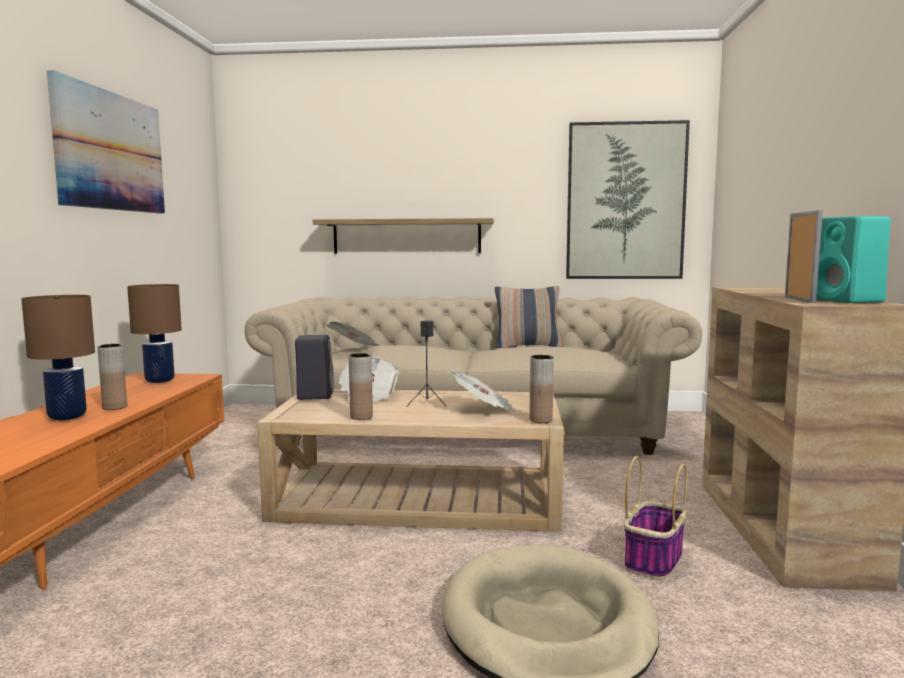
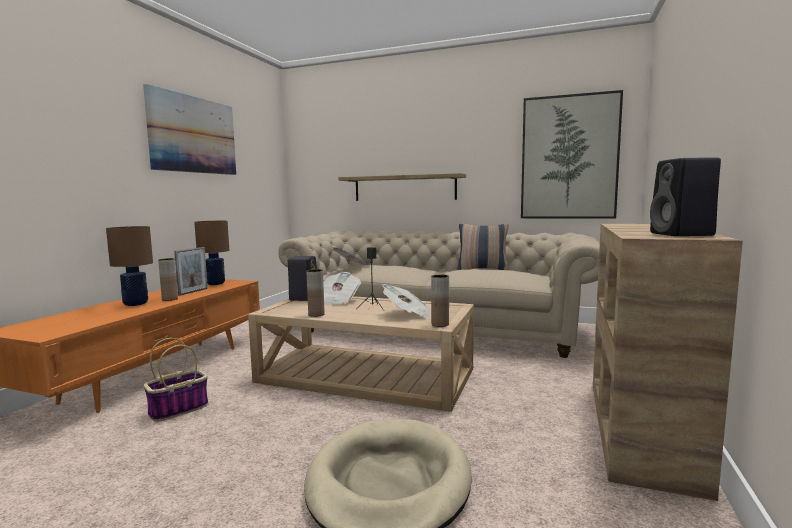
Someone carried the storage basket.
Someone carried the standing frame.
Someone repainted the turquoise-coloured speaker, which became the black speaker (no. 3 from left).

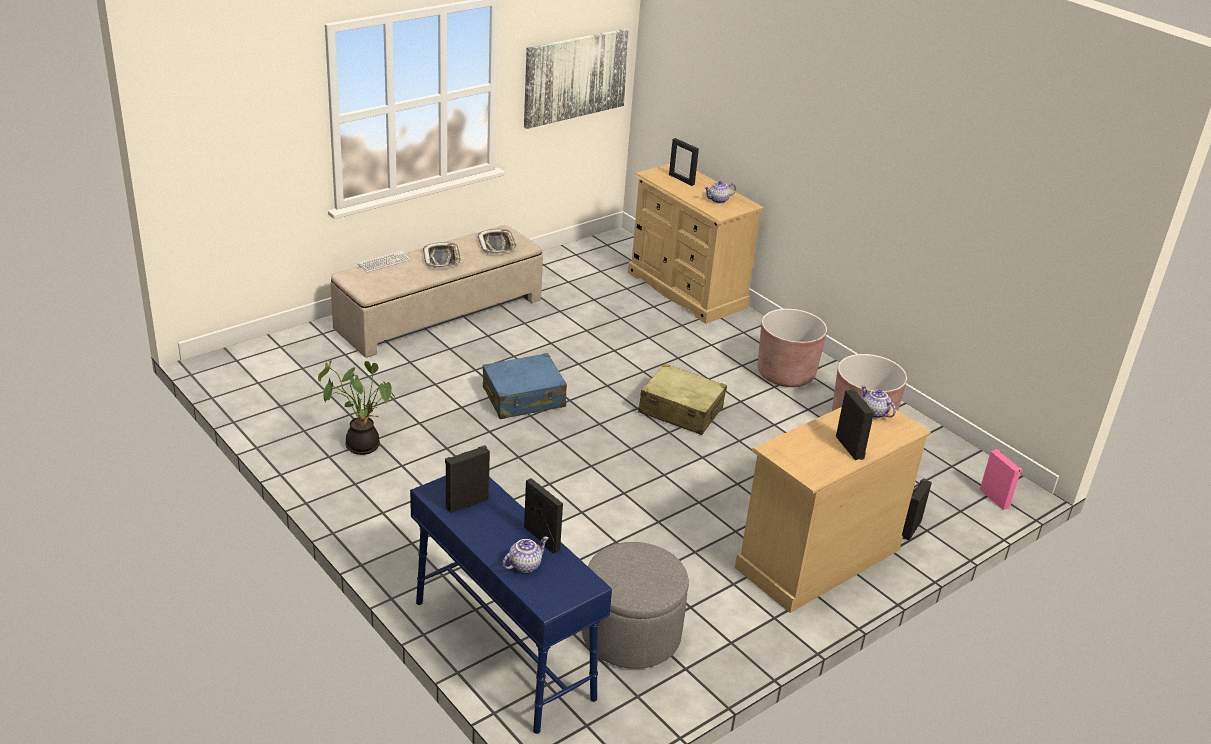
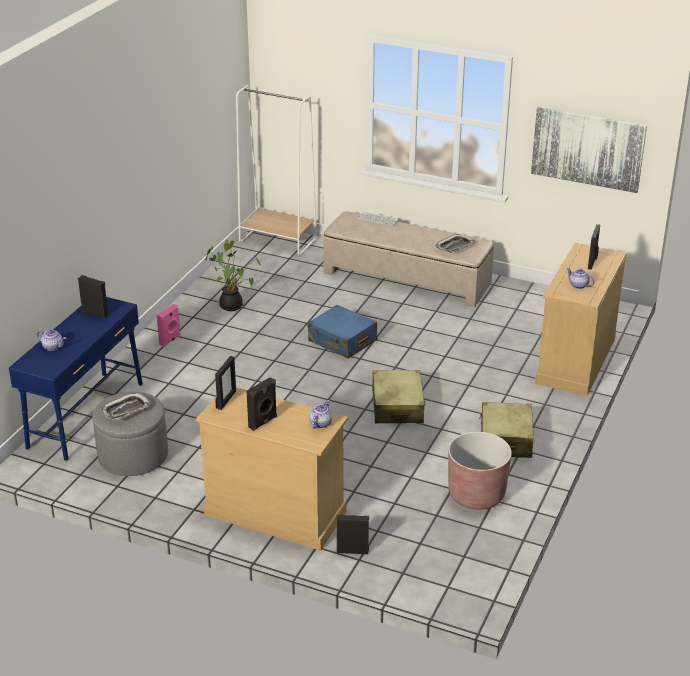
Someone put down the clothes rack.
Someone carried the carrying tray (no. 1 from left).
Someone carried the standing frame (no. 1 from left).
Someone carried the pink-coloured speaker.
Someone swapped the brown-coloured plant pot (no. 1 from left) for the sand-coloured suitcase (no. 2 from left).

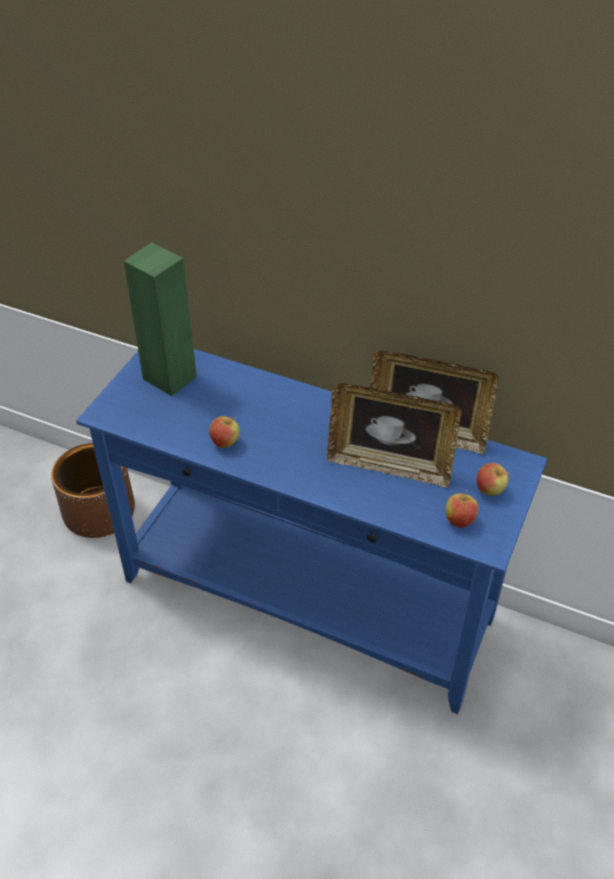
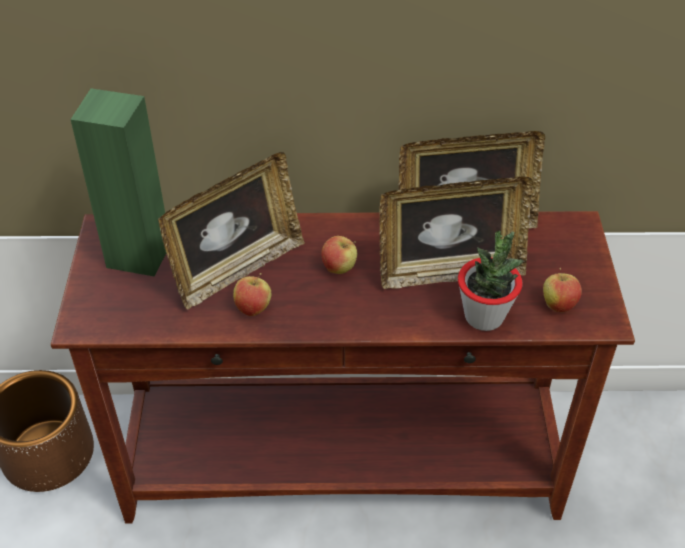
Someone put down the standing frame (no. 1 from left).
Someone put down the plant in a pot.
Someone carried the apple (no. 3 from left in the first image).
Someone repainted the bluish console table, which became the brown-coloured console table.

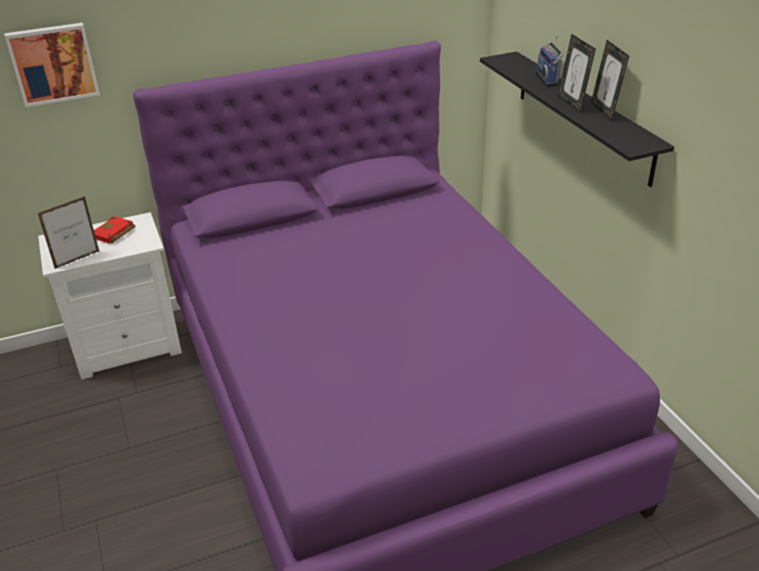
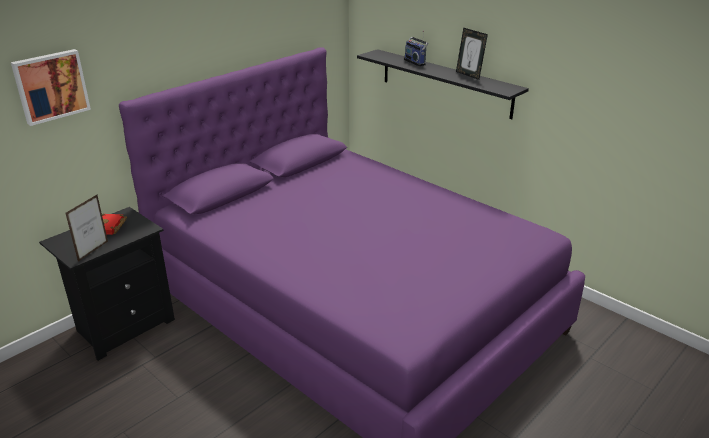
Someone took away the standing frame (no. 2 from left).
Someone repainted the white nightstand, which became the black nightstand.

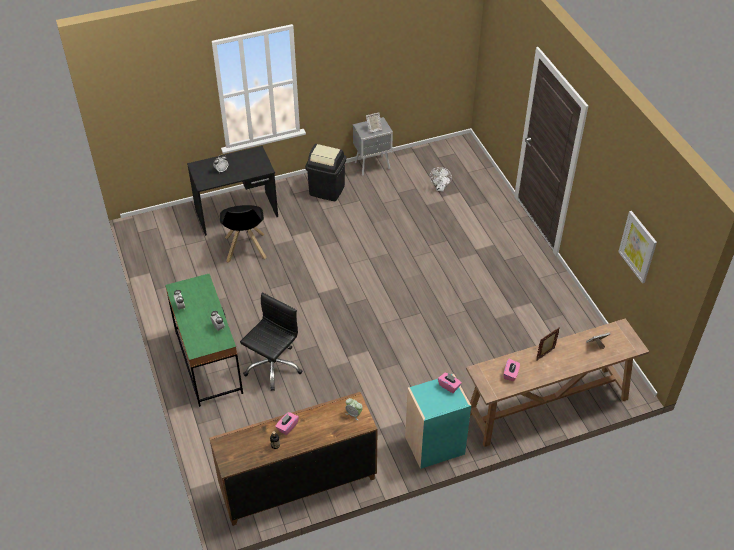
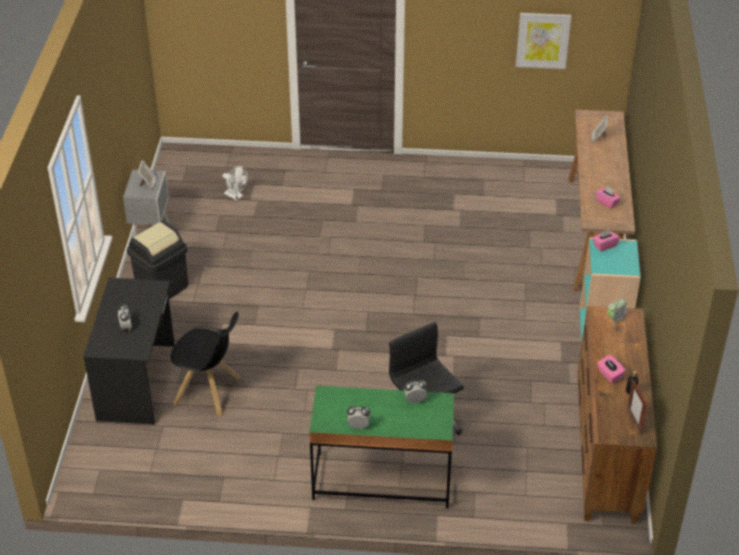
Someone carried the standing frame (no. 2 from left in the first image).

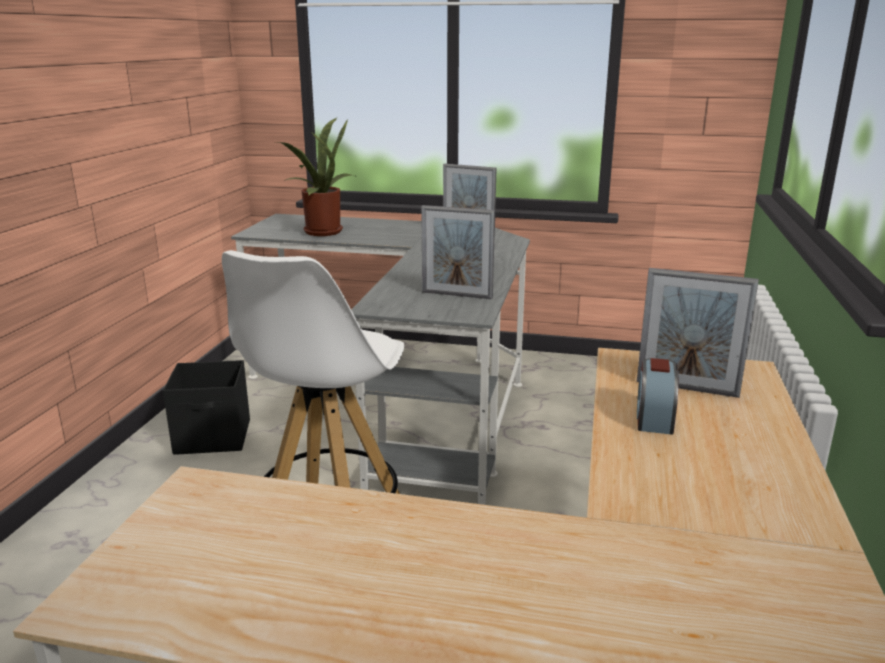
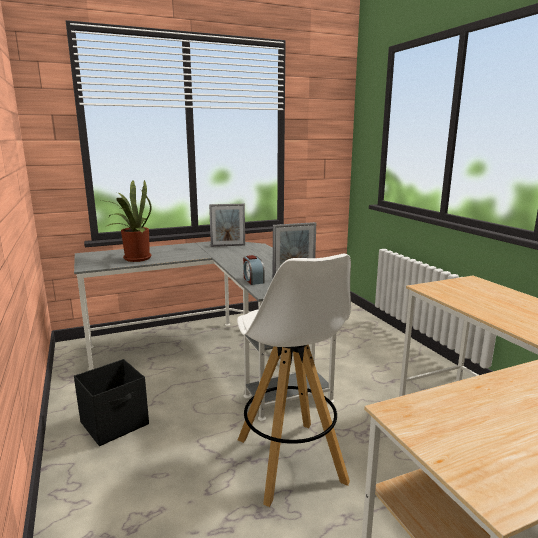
Someone took away the standing frame (no. 3 from left).
Someone carried the alarm clock.

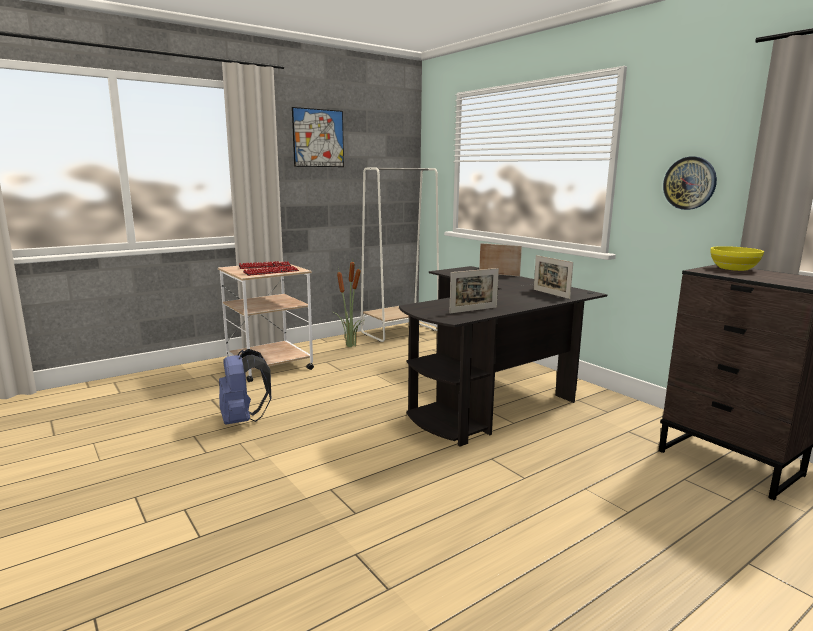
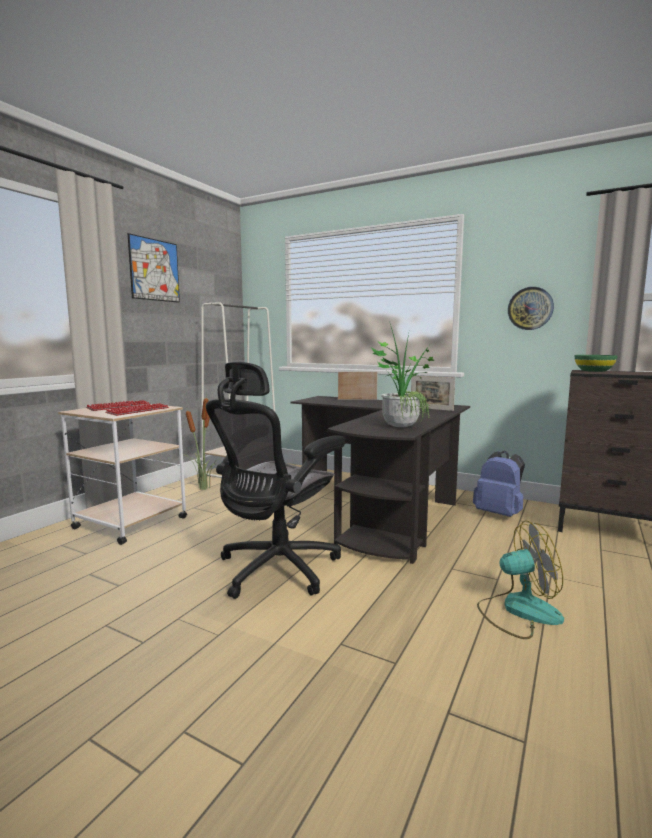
Someone put down the office chair.
Someone put down the cooling fan.
Someone carried the bluish rucksack.
Someone swapped the standing frame (no. 1 from left) for the plant in a pot (no. 2 from left).
Someone repainted the yellow bowl, which became the green bowl.

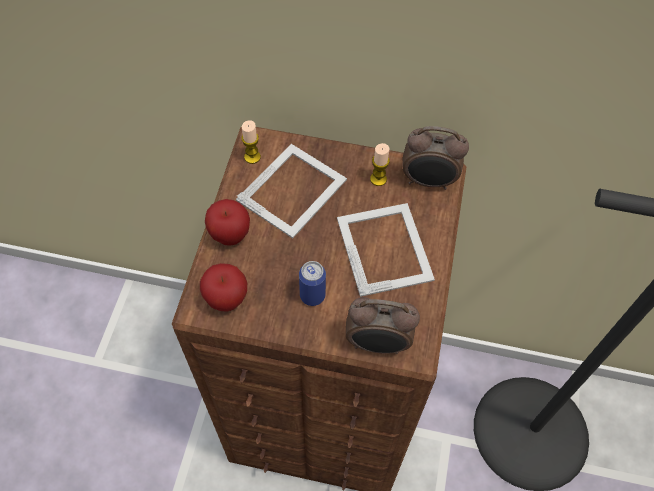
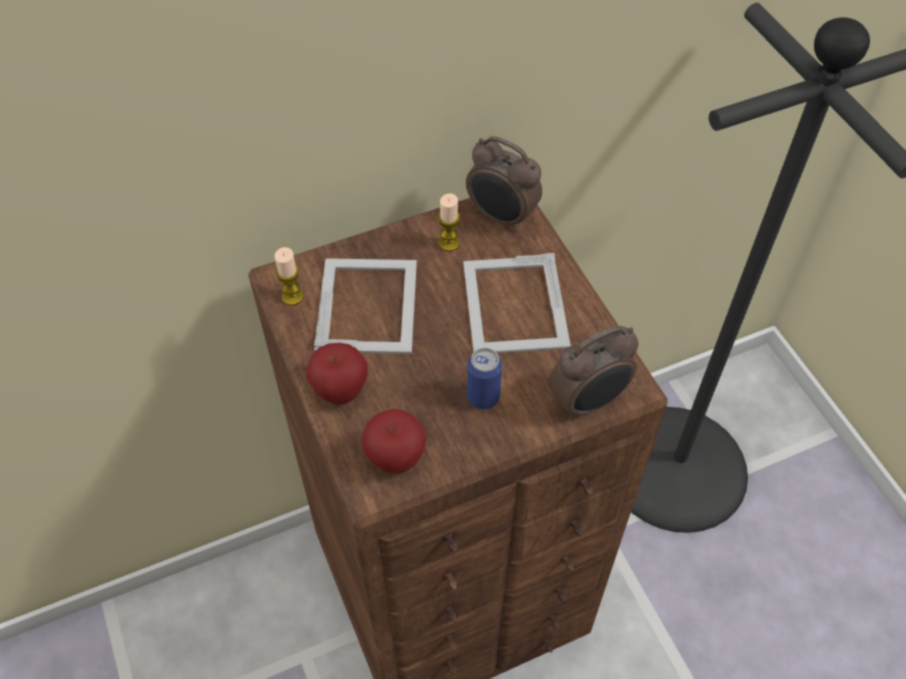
Someone rotated the standing frame (no. 2 from left) by 135 degrees counterclockwise.
Someone rotated the alarm clock (no. 2 from left in the first image) by 60 degrees clockwise.

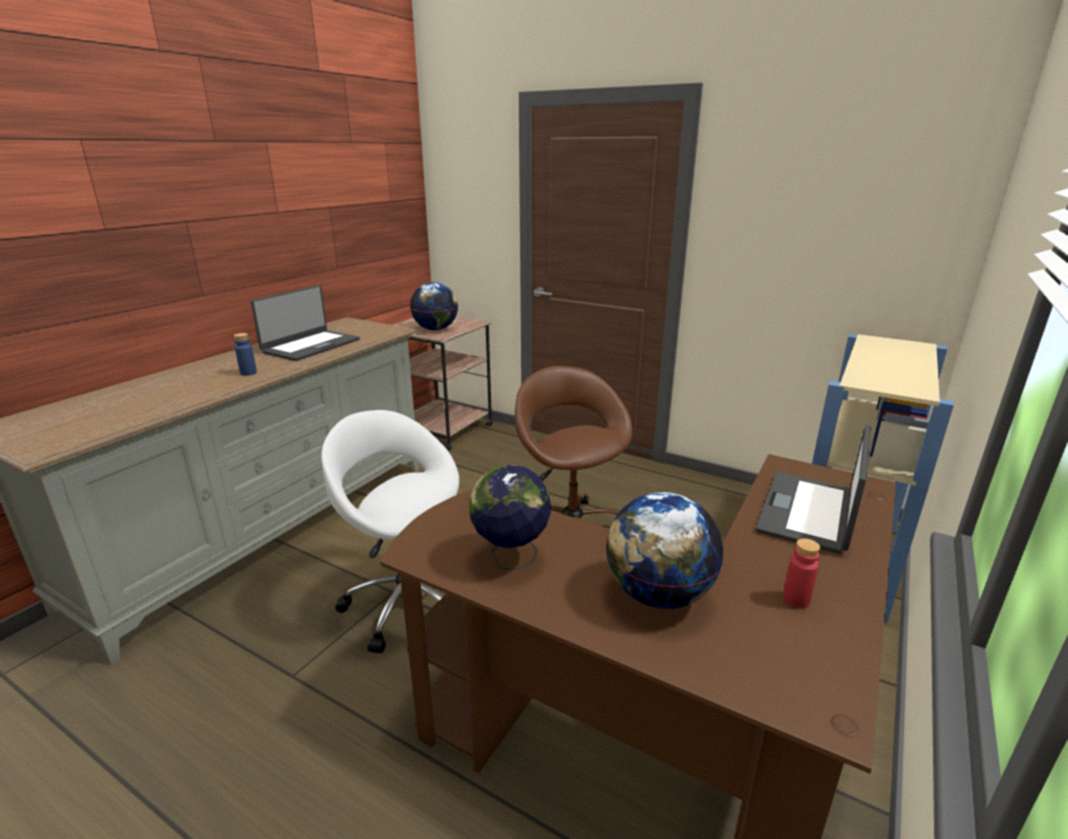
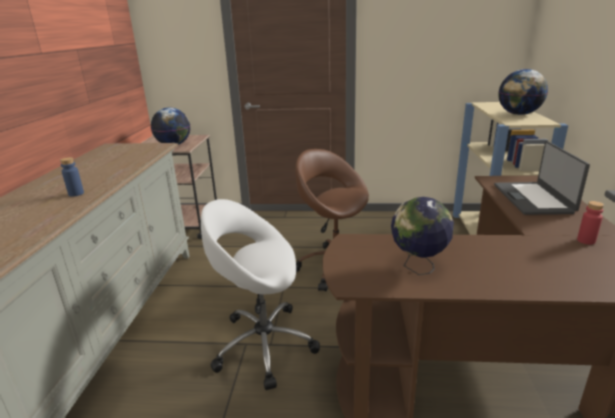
Someone took away the laptop (no. 1 from left).
Someone carried the globe (no. 3 from left).

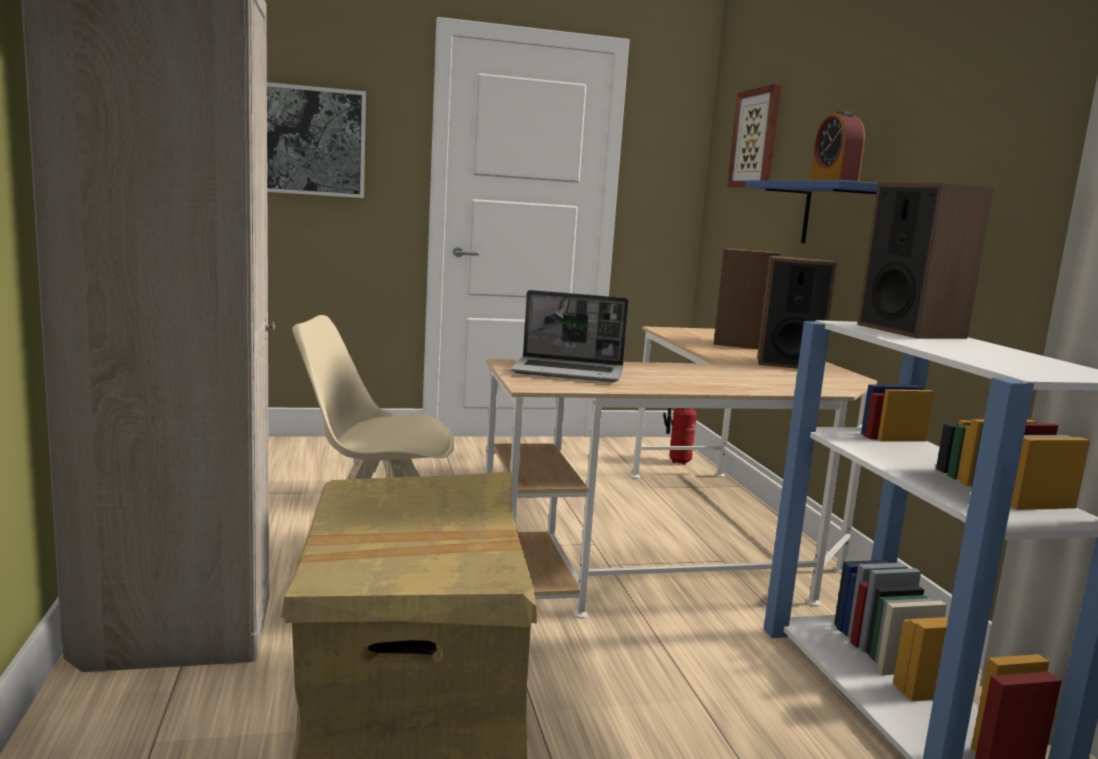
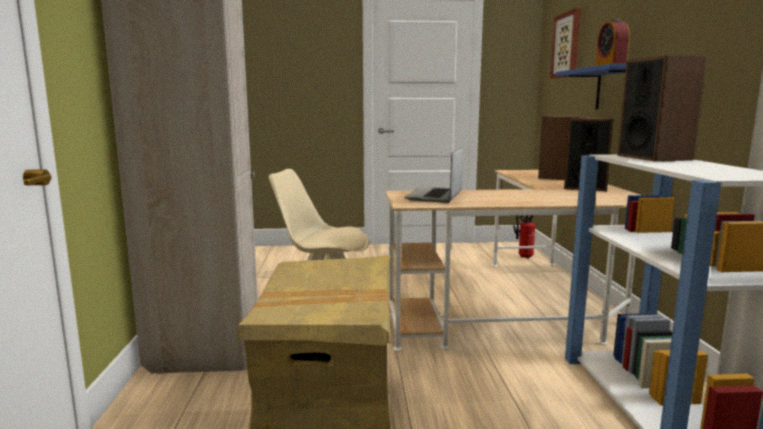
Someone took away the wall art (no. 1 from left).
Someone rotated the laptop by 90 degrees clockwise.

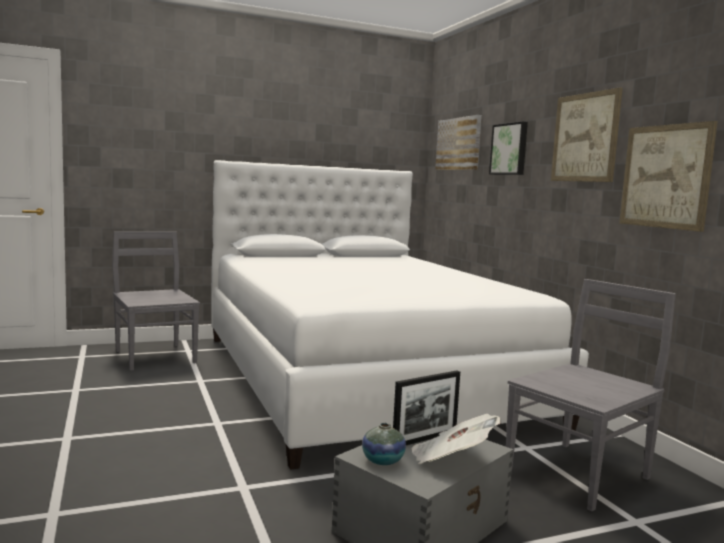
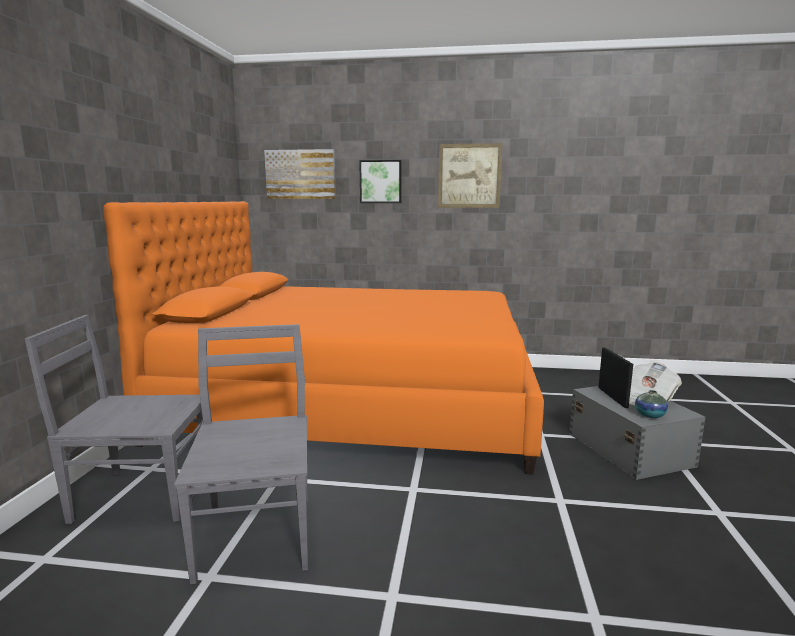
Someone took away the wall art (no. 4 from left).
Someone carried the grey upright chair (no. 2 from left).
Someone repainted the white bed, which became the orange bed.

